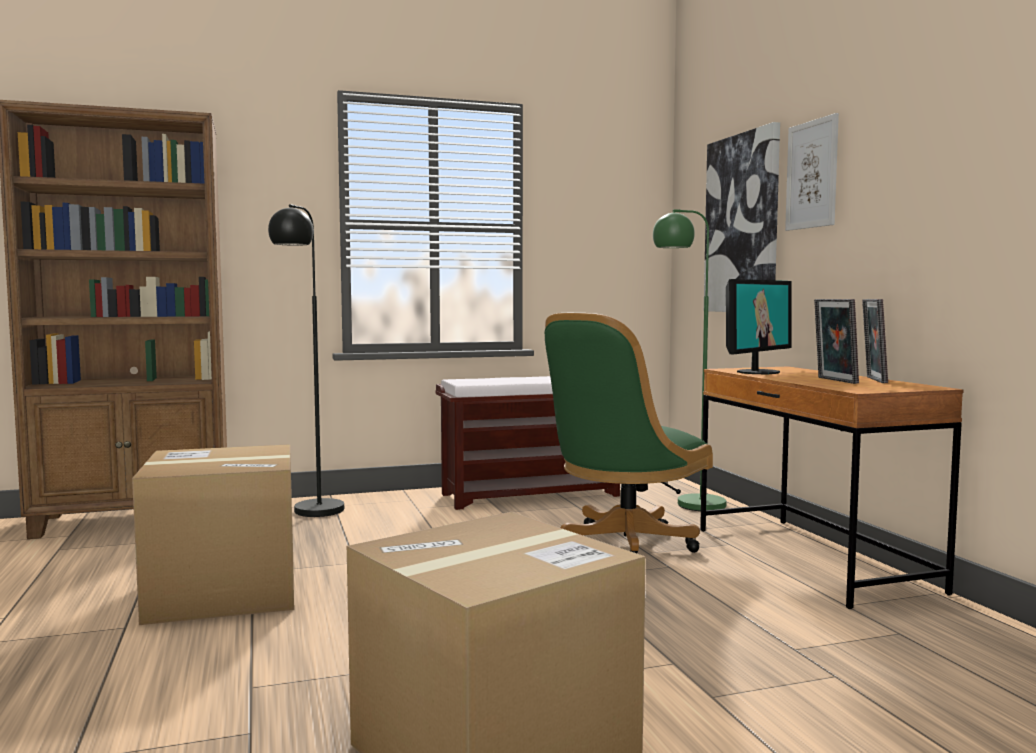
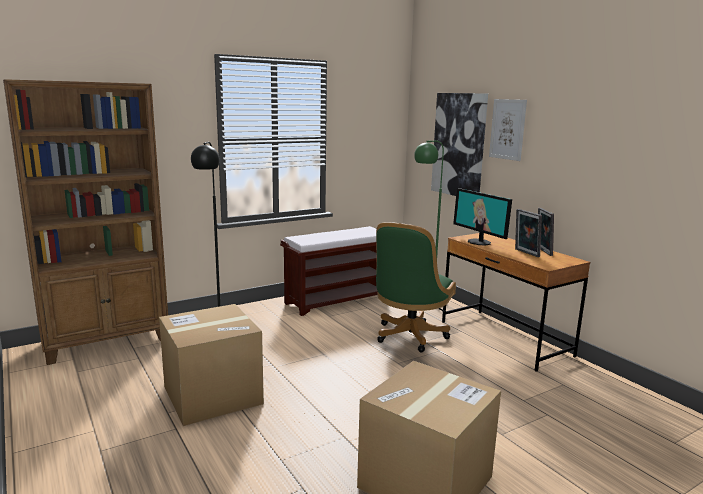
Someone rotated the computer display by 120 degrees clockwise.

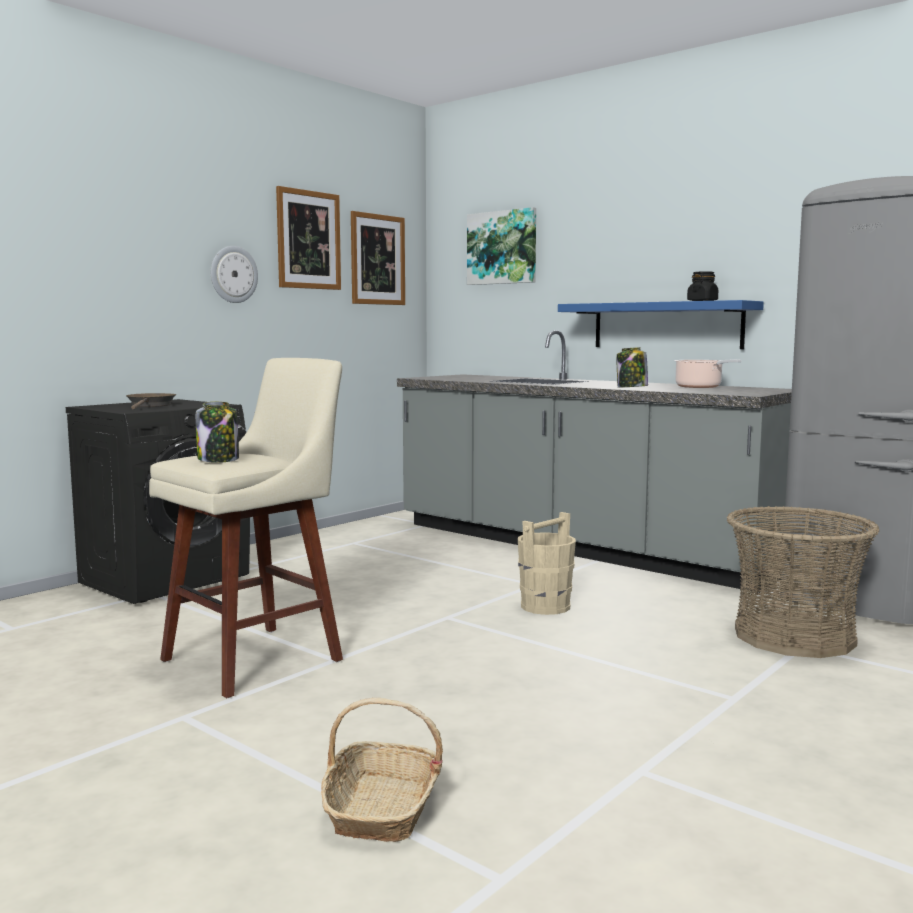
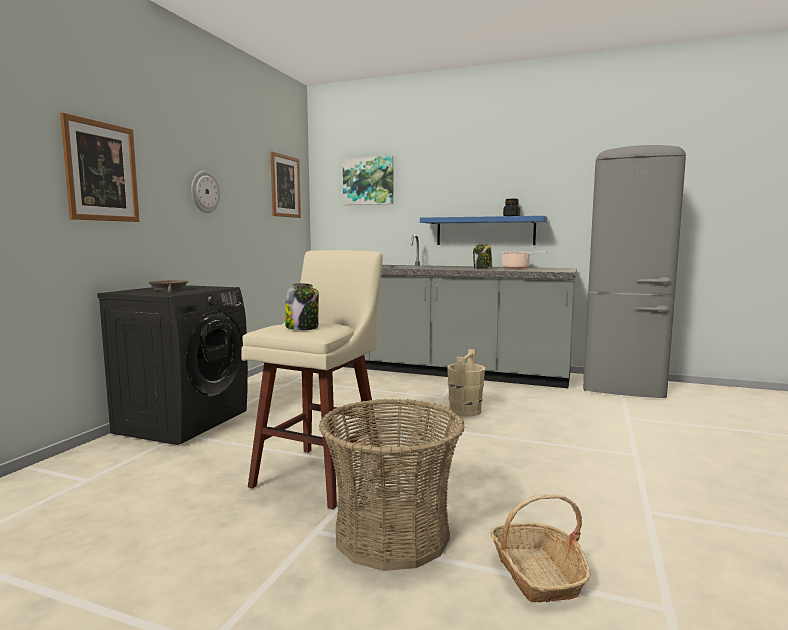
Someone carried the wall art (no. 1 from left).
Someone carried the storage basket (no. 2 from left in the first image).

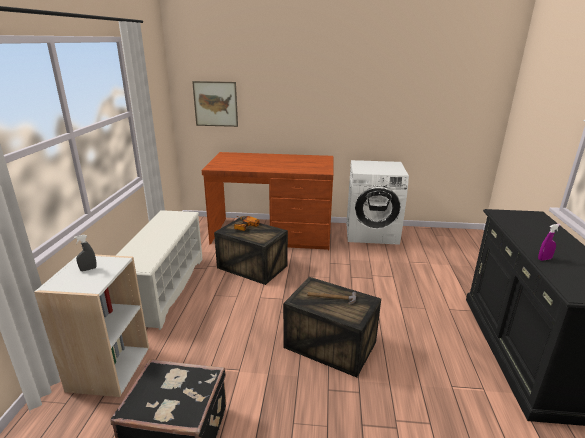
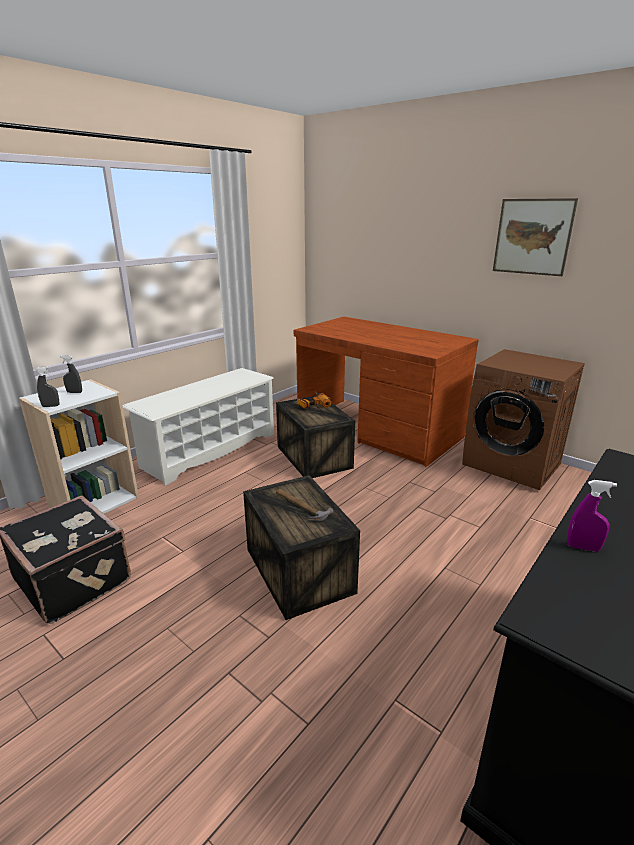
Someone put down the grey hand sprayer (no. 1 from left).
Someone carried the wall art.
Someone repainted the white washing machine, which became the brown-coloured washing machine.

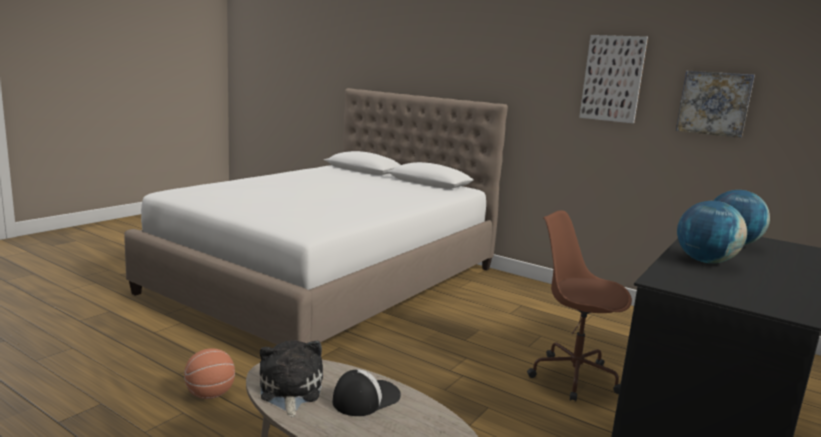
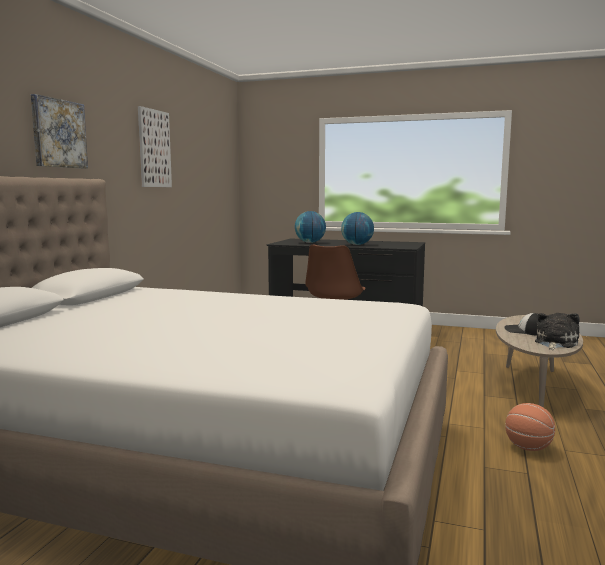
Someone carried the wall art (no. 2 from left in the first image).
Someone rotated the plush toy by 150 degrees clockwise.

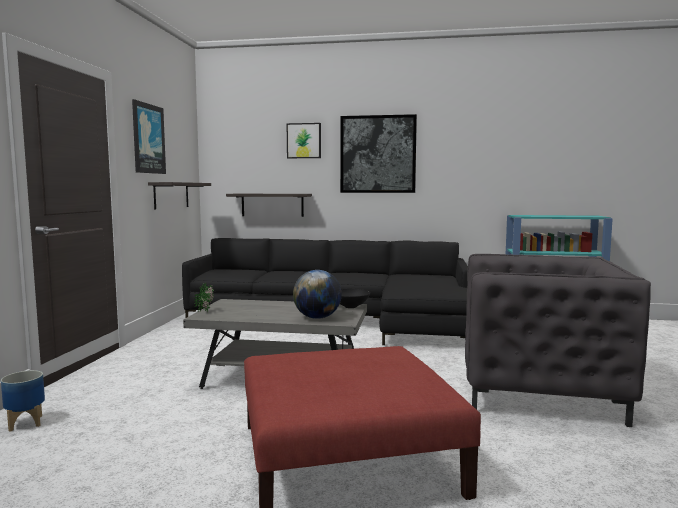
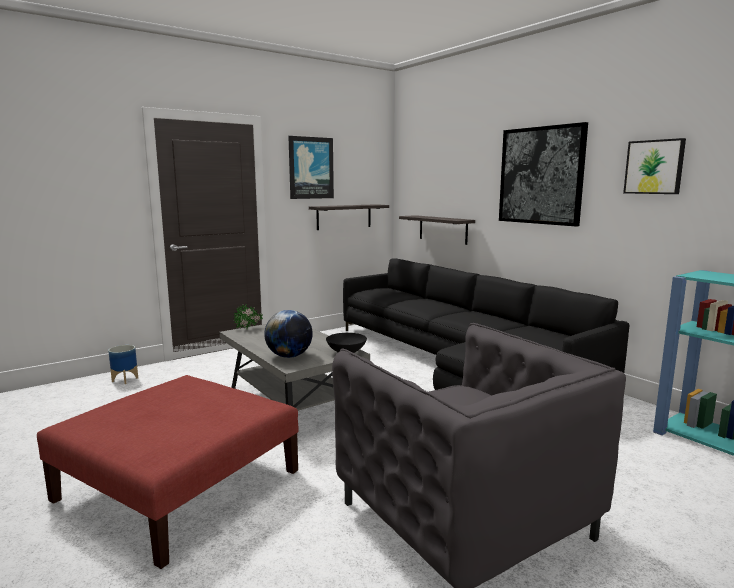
Someone carried the wall art (no. 2 from left in the first image).

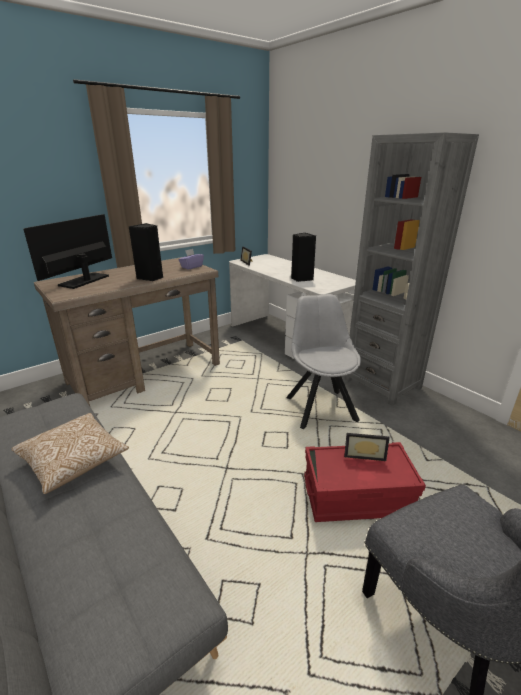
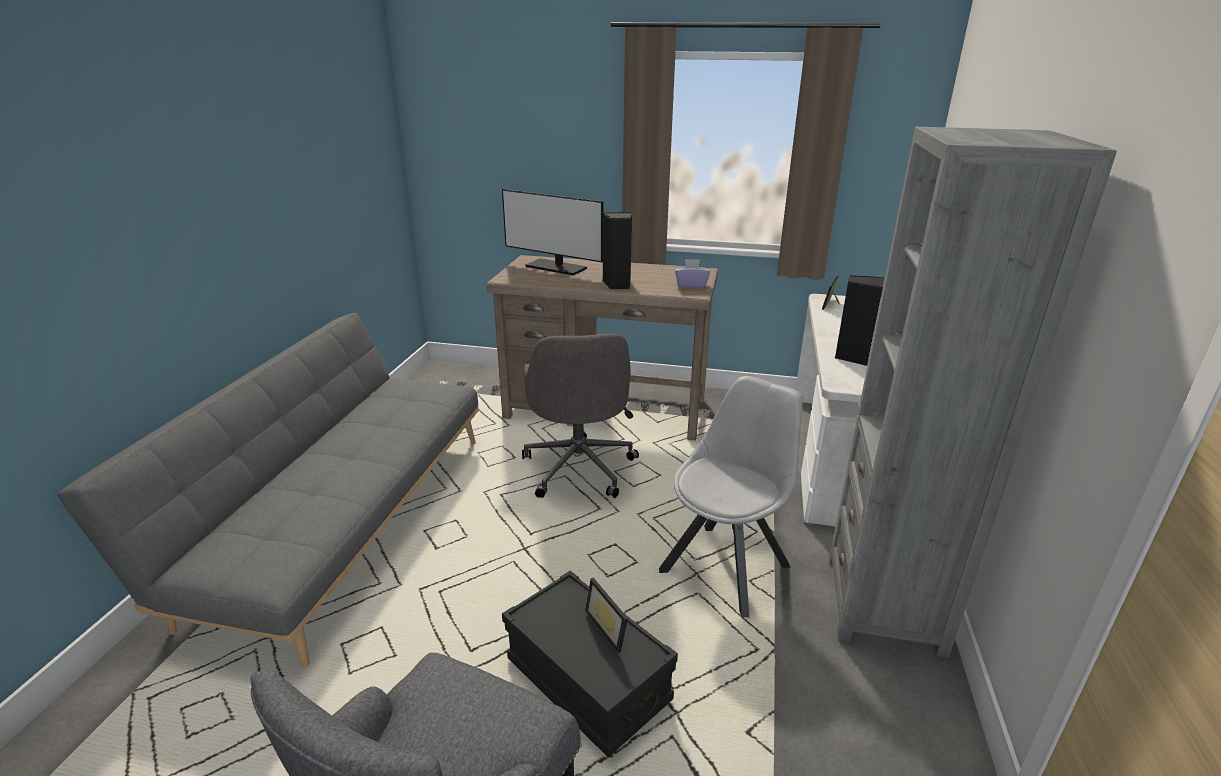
Someone took away the cushion.
Someone put down the grey office chair.
Someone repainted the red storage box, which became the black storage box.
Someone rotated the computer display by 135 degrees counterclockwise.

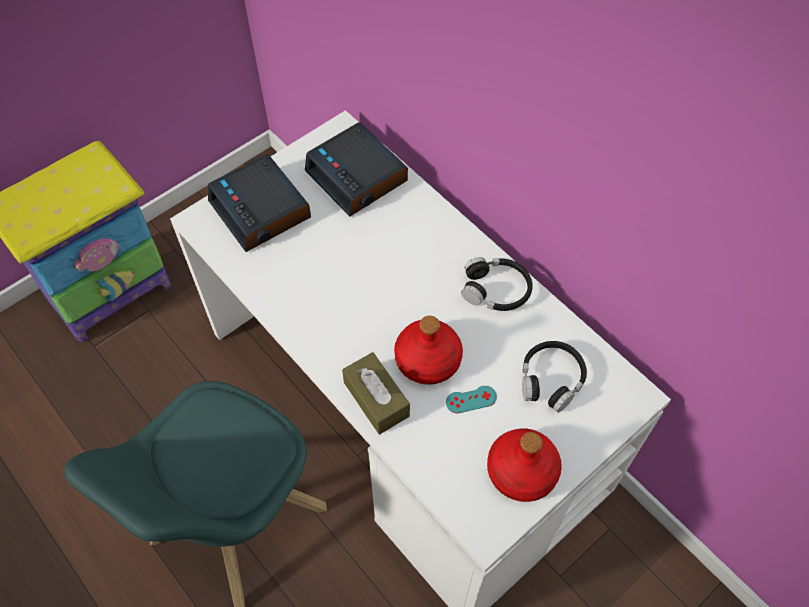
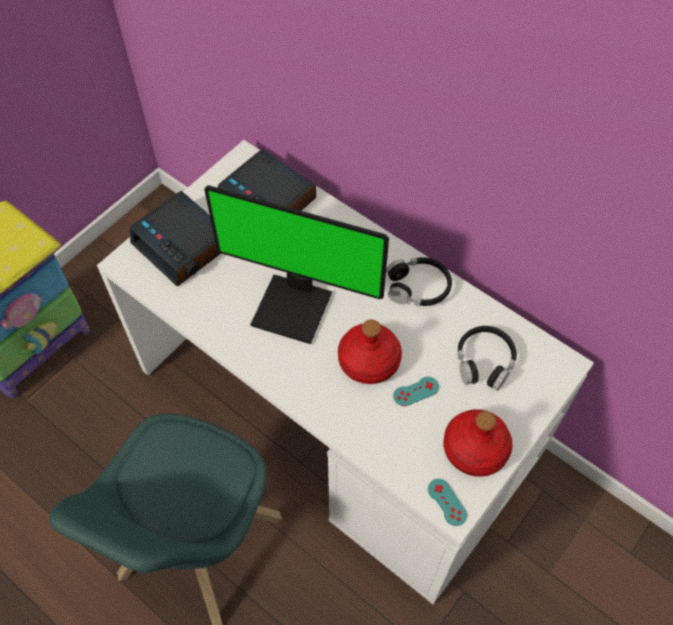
Someone took away the brown-coloured tissue holder.
Someone put down the computer display.
Someone put down the turquoise-coloured game controller (no. 2 from left).

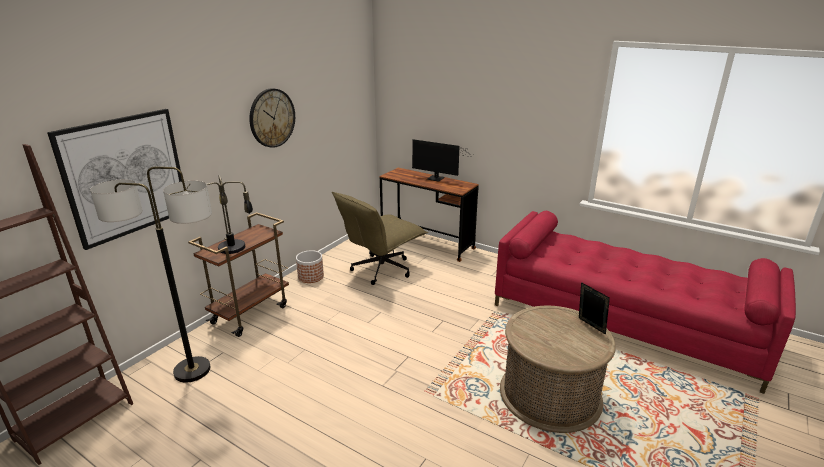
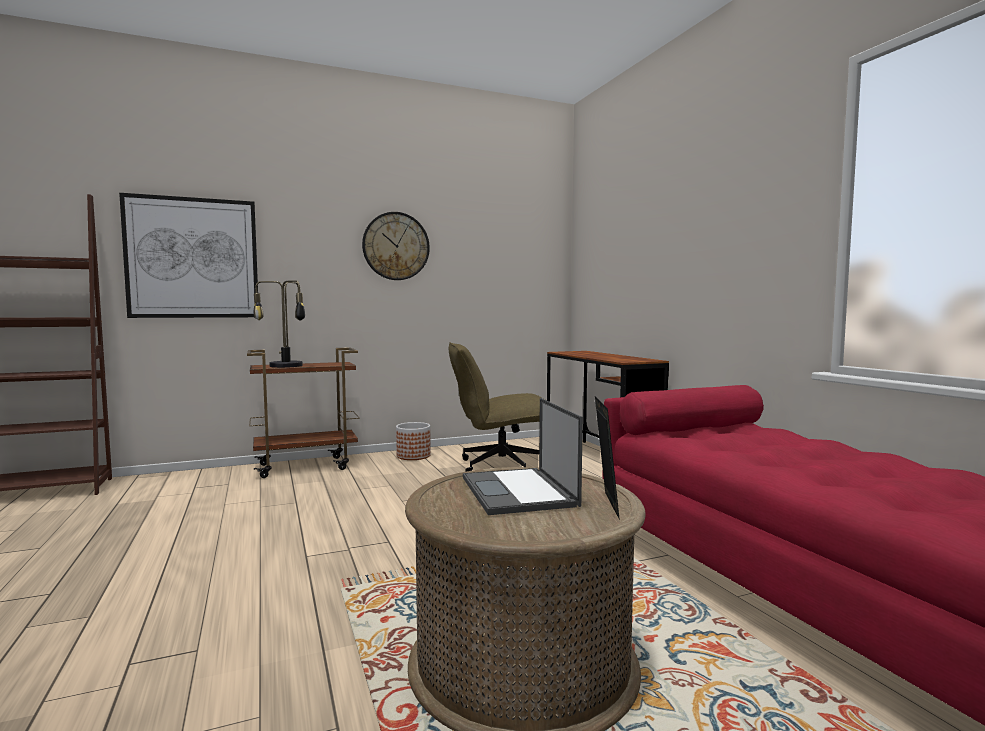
Someone took away the floor lamp.
Someone took away the computer display.
Someone put down the laptop.

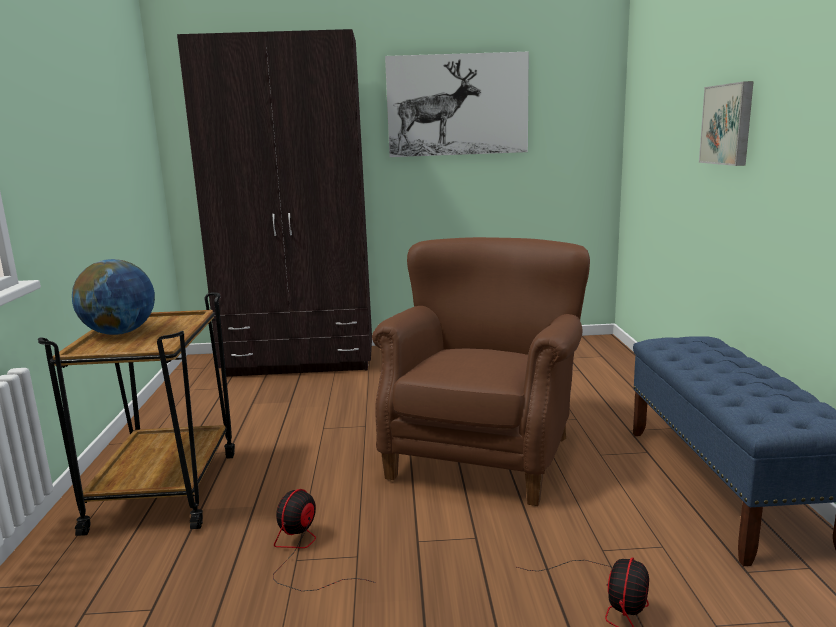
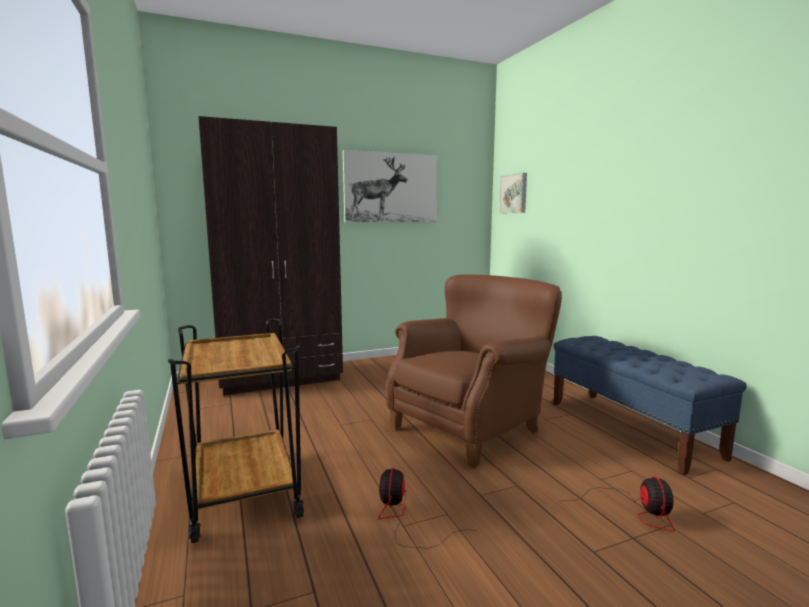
Someone took away the globe.
Someone carried the wall art (no. 2 from left).
Someone rotated the brown-coloured armchair by 45 degrees clockwise.

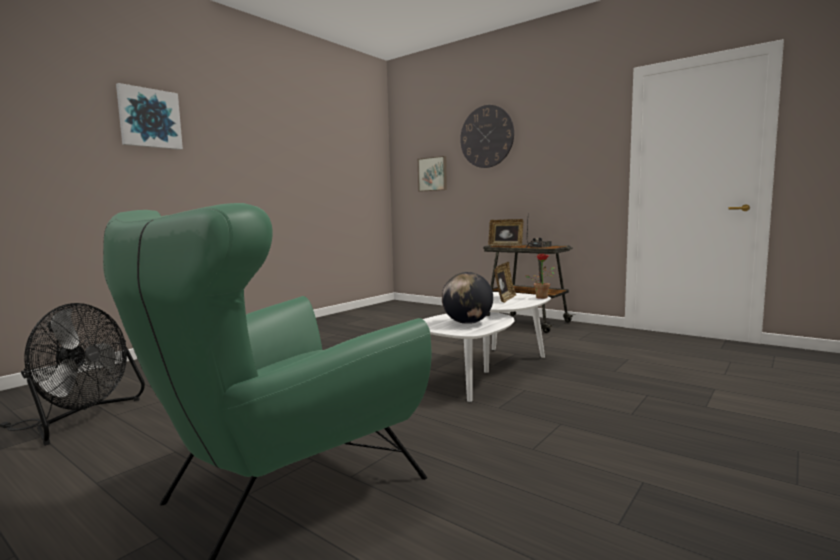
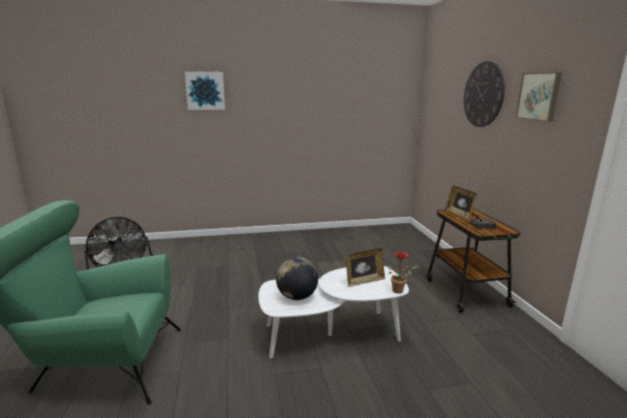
Someone carried the wall art (no. 2 from left).

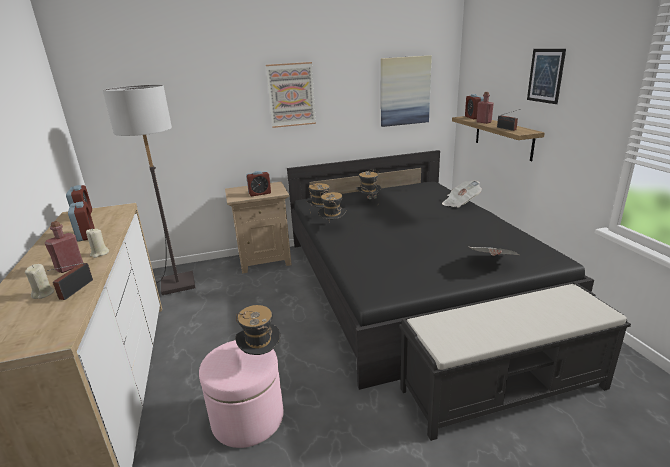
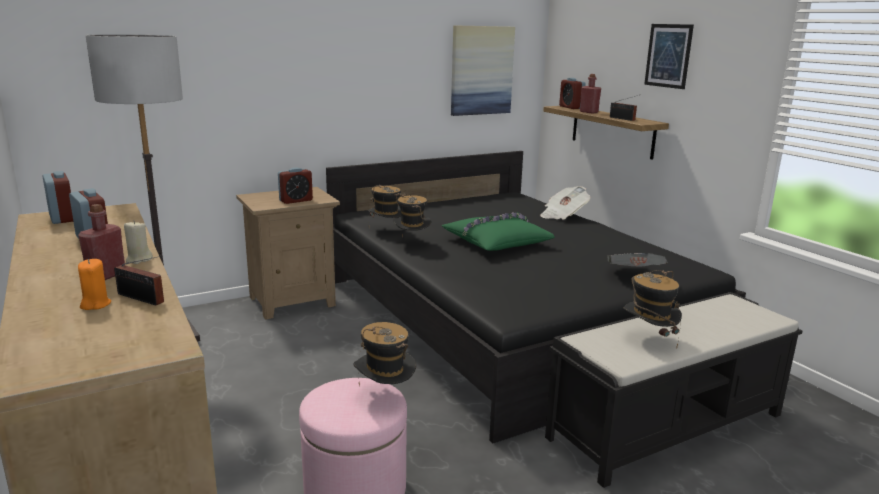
Someone took away the wall art (no. 1 from left).
Someone put down the green cushion.
Someone carried the clothing hat (no. 4 from left).
Someone repainted the sand-coloured wax candle (no. 1 from left), which became the orange wax candle.
Someone rotated the radio (no. 1 from left) by 60 degrees counterclockwise.

